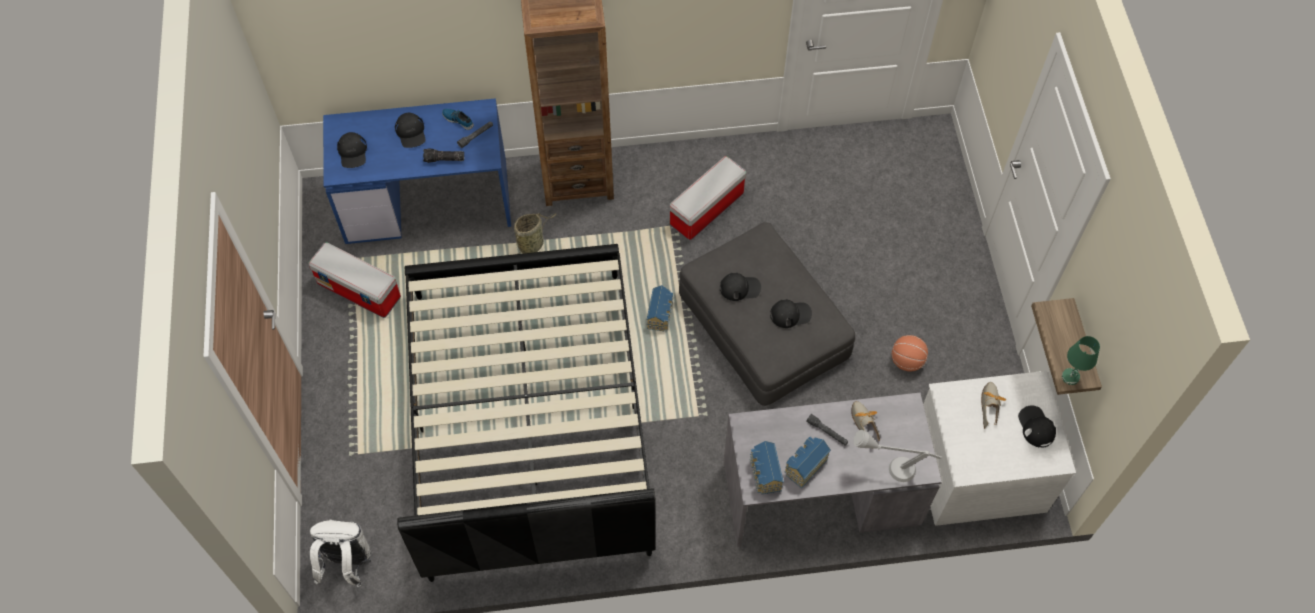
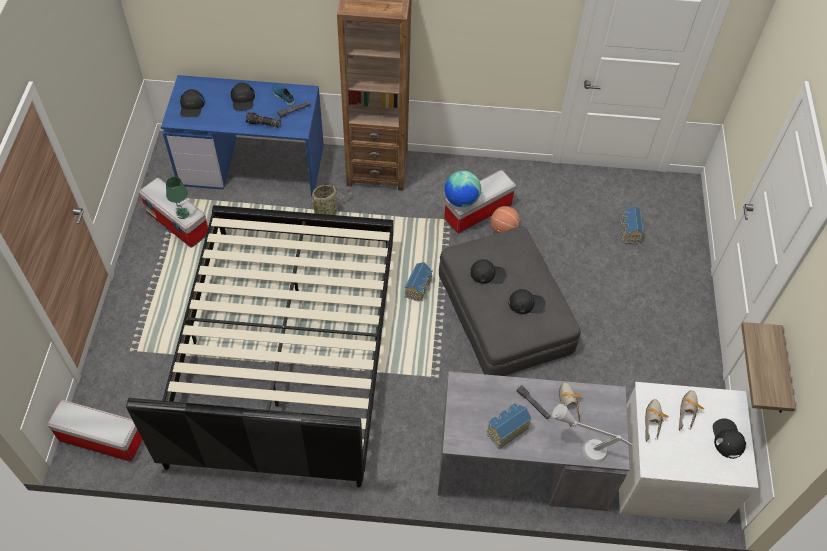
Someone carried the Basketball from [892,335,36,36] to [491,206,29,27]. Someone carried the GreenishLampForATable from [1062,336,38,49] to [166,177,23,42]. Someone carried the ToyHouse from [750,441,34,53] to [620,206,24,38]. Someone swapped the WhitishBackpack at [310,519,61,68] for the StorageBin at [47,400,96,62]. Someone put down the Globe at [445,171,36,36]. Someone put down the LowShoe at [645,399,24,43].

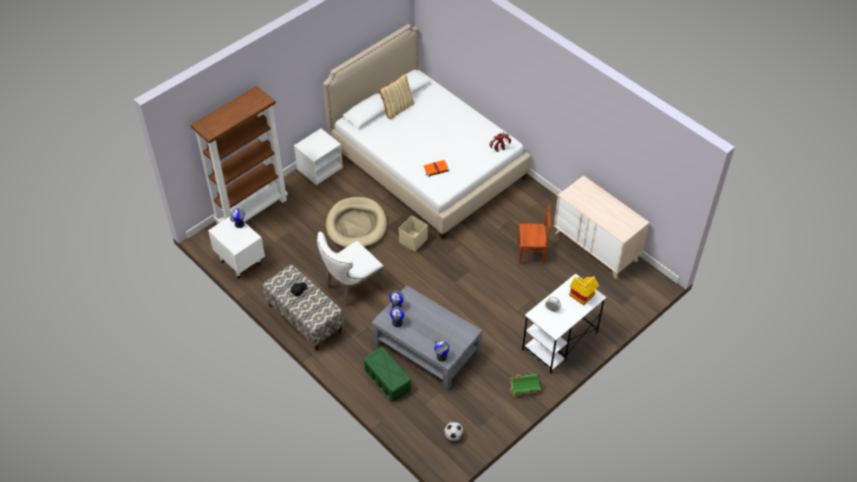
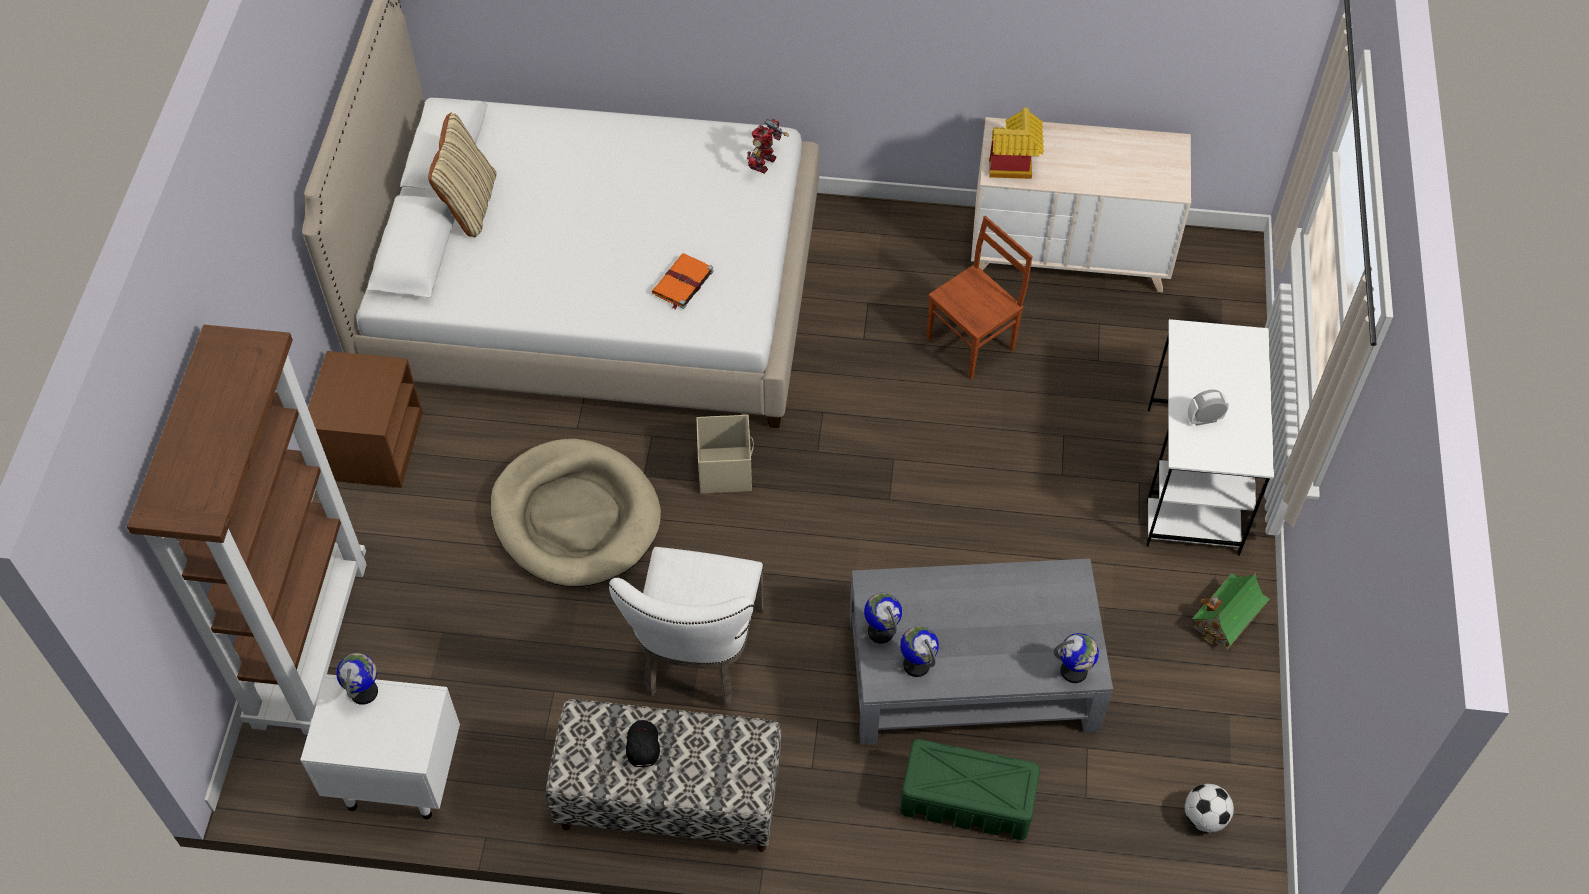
Someone repainted the WhitishNightTable at [294,129,49,56], which became the BrownishNightTable at [308,351,115,137]. Someone carried the ToyHouse from [569,276,30,29] to [989,108,55,71].

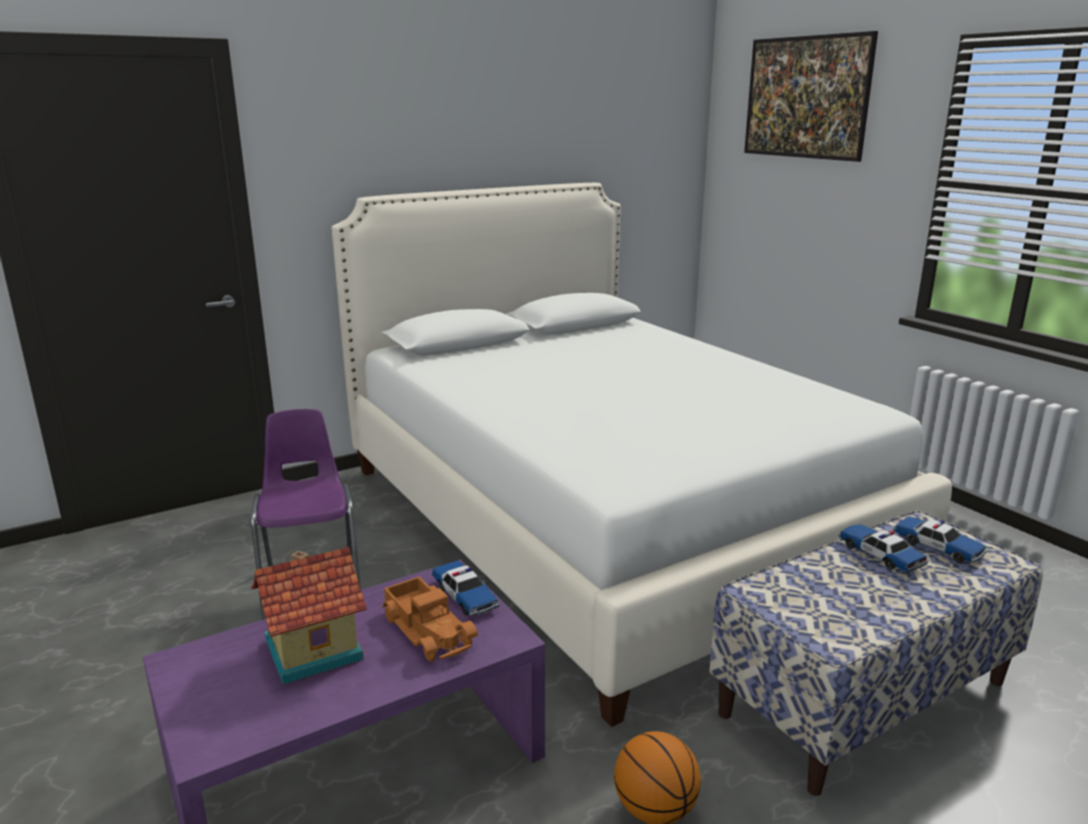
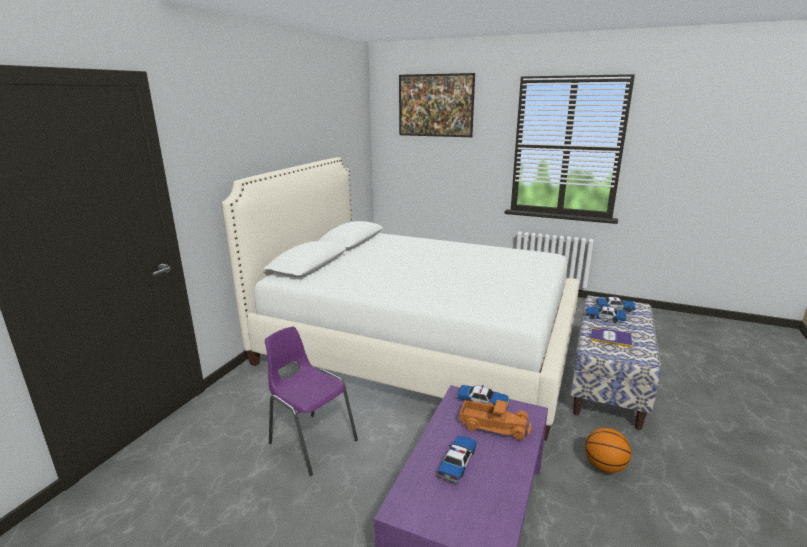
Someone swapped the ToyHouse at [251,547,116,137] for the ModelCar at [436,435,41,48]. Someone put down the Book at [590,327,43,21].

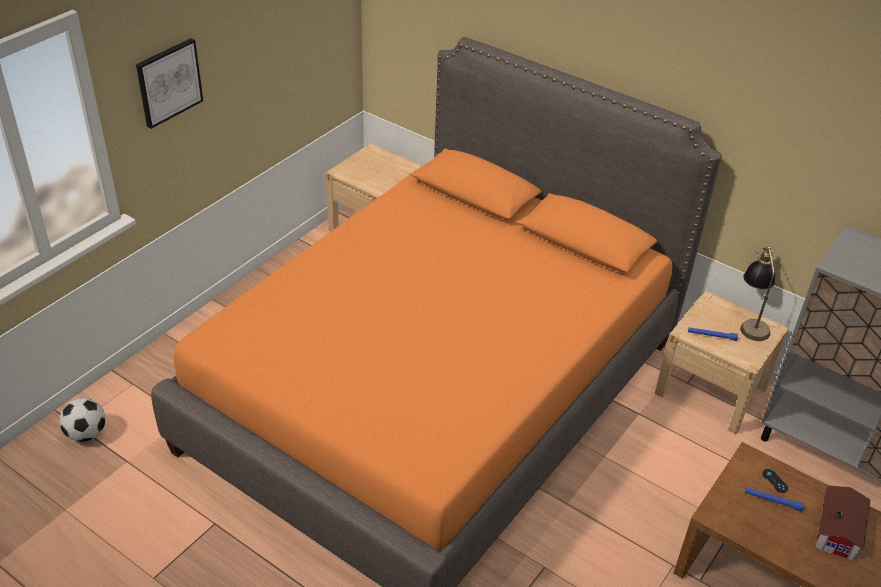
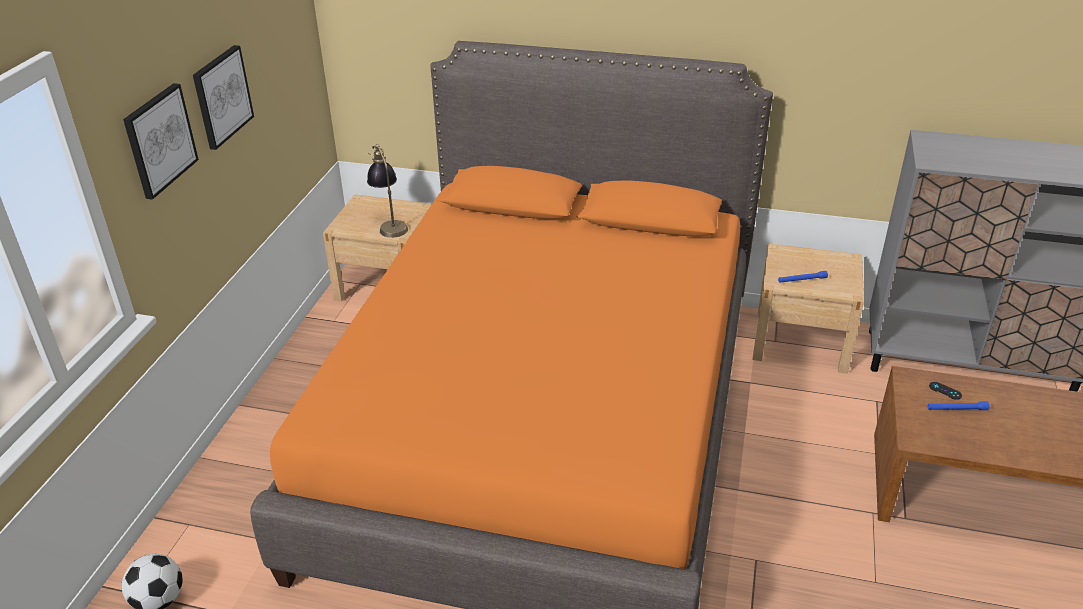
Someone carried the LampForATable from [740,246,35,95] to [367,144,41,94]. Someone took away the ToyHouse at [816,485,55,76]. Someone put up the WallArt at [193,45,61,105].

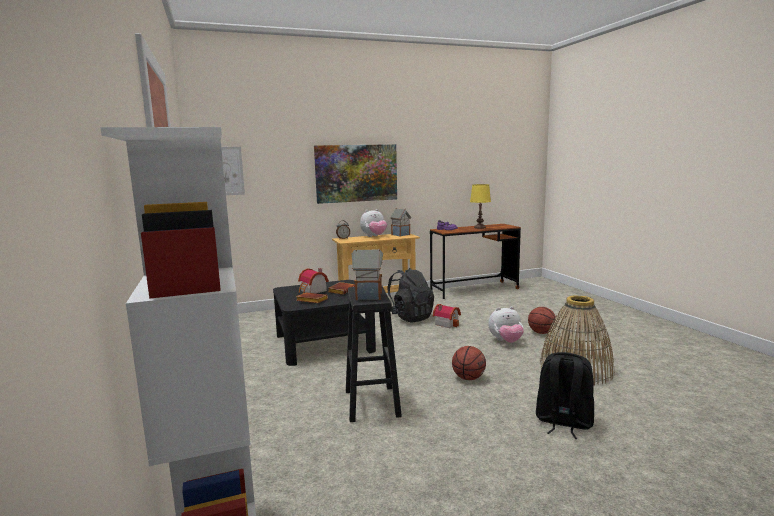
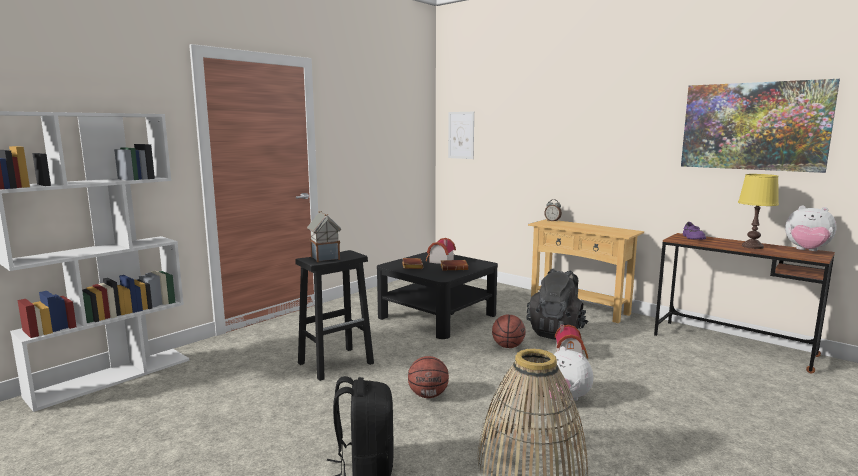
Someone carried the WallArt from [314,144,83,60] to [681,79,159,94]. Someone took away the ToyHouse at [390,208,21,29]. Someone carried the SoftToy from [360,209,27,28] to [785,205,52,46]. Someone carried the Basketball from [528,307,28,27] to [492,315,34,33].

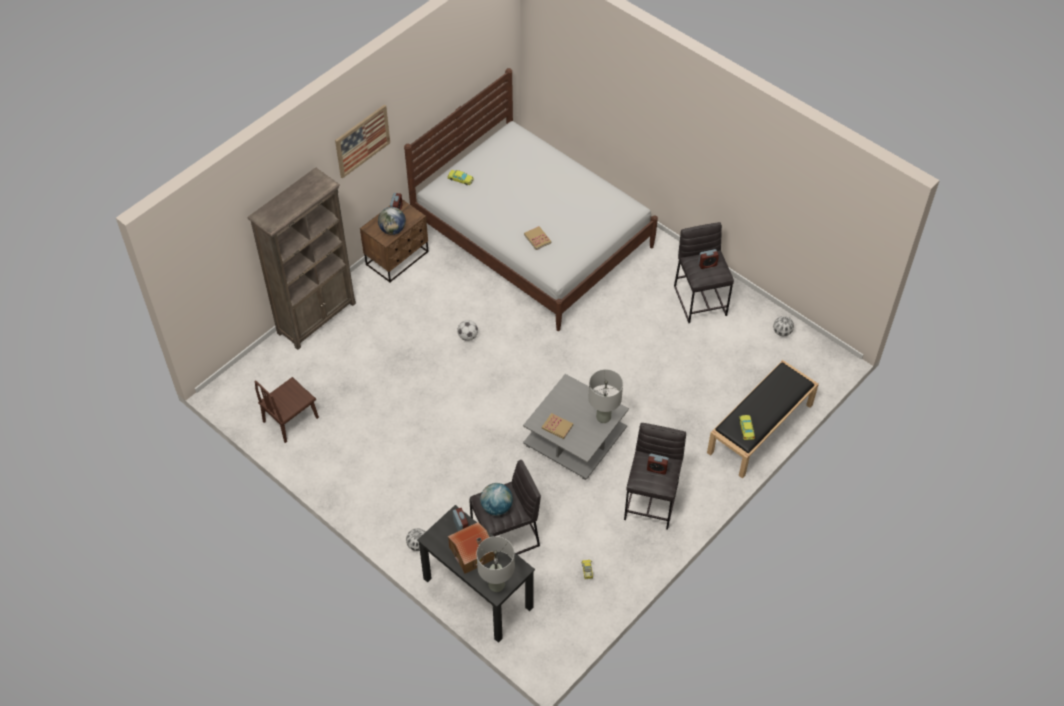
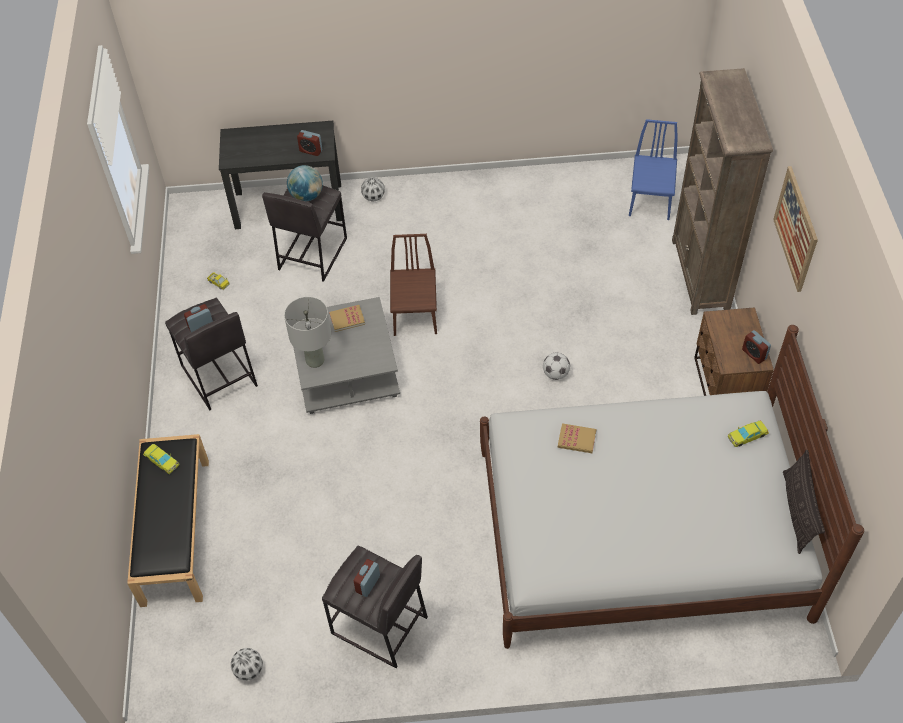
Someone took away the Globe at [378,207,28,28]. Someone carried the BrownishUprightChair from [254,377,65,66] to [390,234,47,102]. Someone took away the ToyHouse at [448,522,47,52]. Someone took away the GreyishLampForATable at [477,536,38,56]. Someone put down the BluishUprightChair at [629,119,49,101]. Someone put down the Cushion at [783,450,42,104].

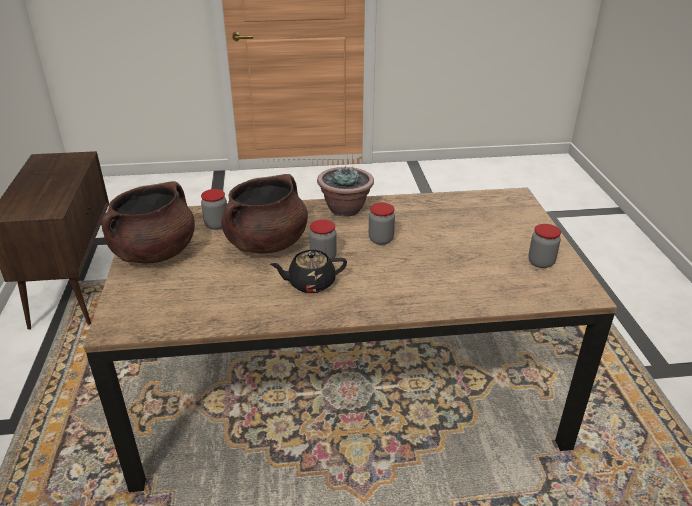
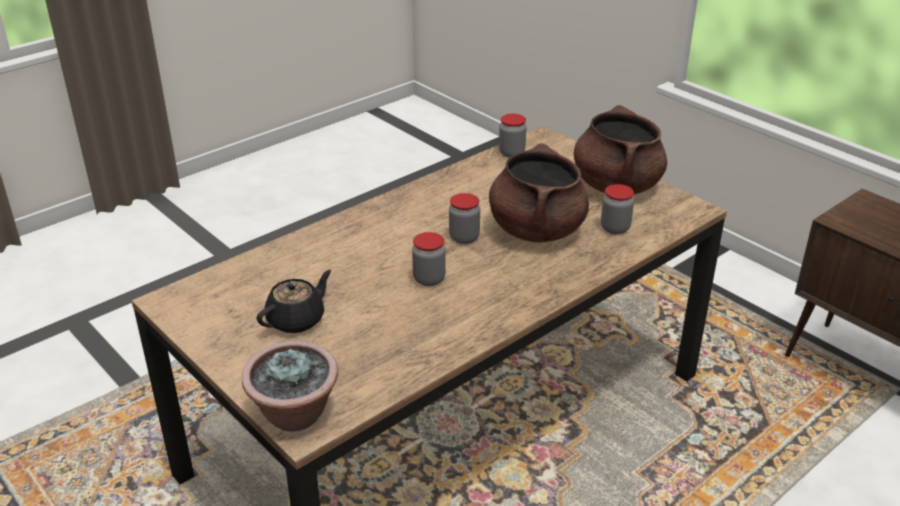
Someone carried the PottedPlant from [317,166,57,50] to [242,341,96,91]. Someone carried the PreserveJar from [529,224,32,44] to [499,114,28,44]. Someone carried the BlackTeaPot from [270,250,77,43] to [256,270,75,63].

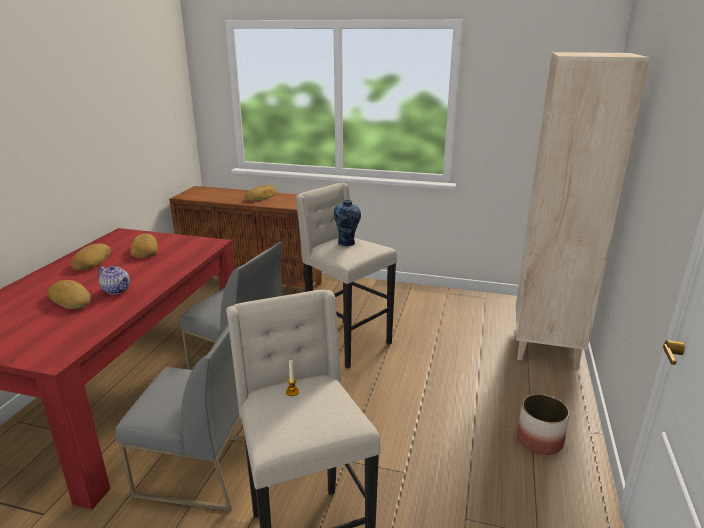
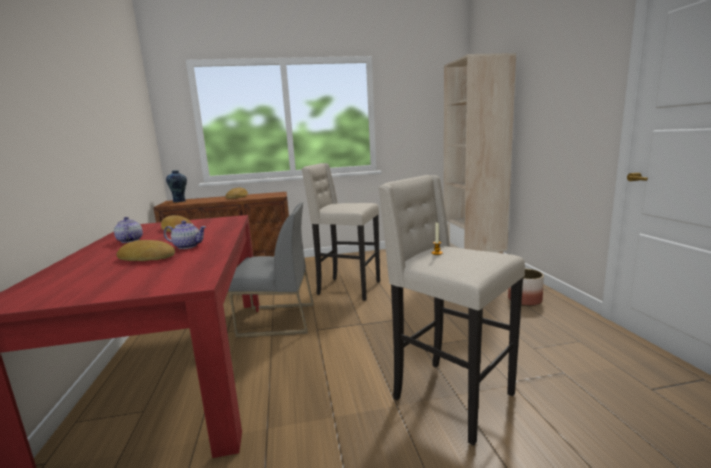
Someone carried the FlowerVase from [334,199,27,47] to [166,170,21,32]. Someone swapped the BakedBread at [71,244,40,26] for the TeaPot at [114,217,29,26]. Someone took away the GreyishUprightChair at [115,323,130,188].

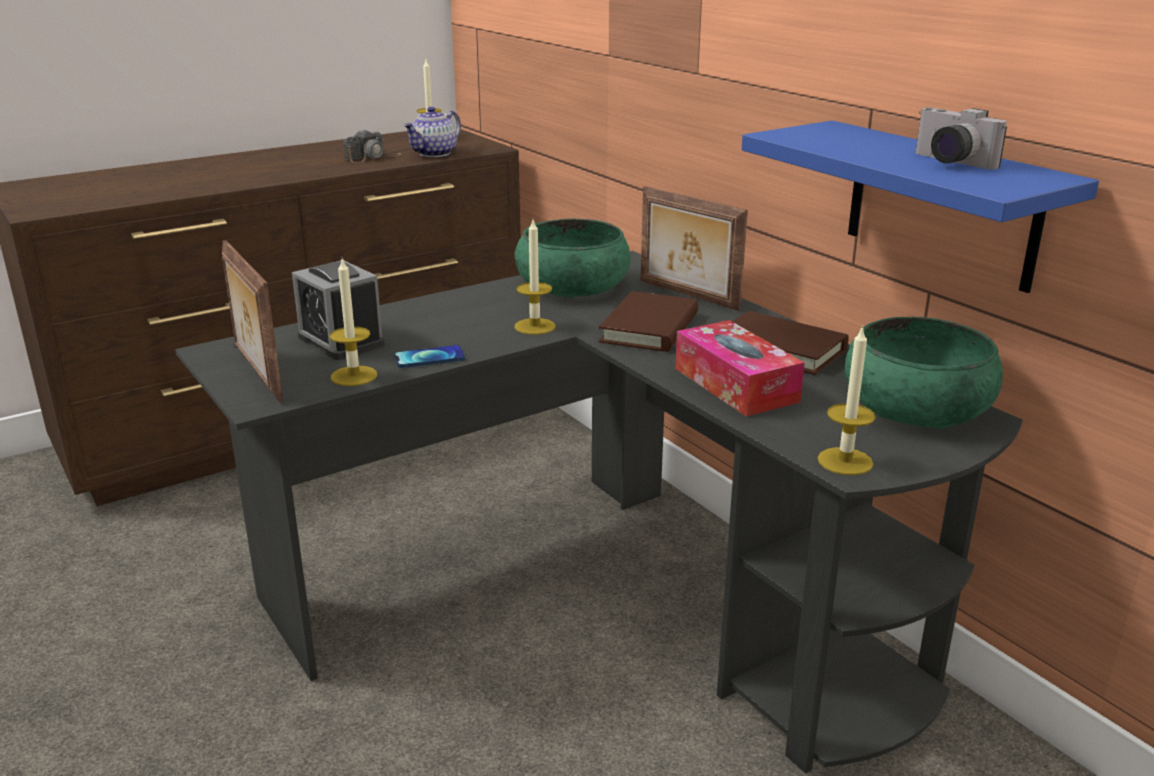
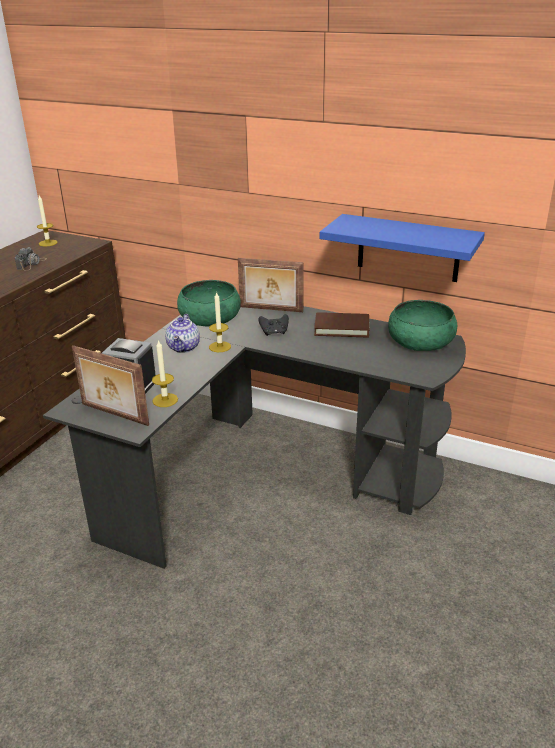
Someone carried the TeaPot from [403,107,58,50] to [165,314,35,39]. Someone took away the PhotoCamera at [916,108,91,61]. Someone swapped the BrownishBook at [599,291,99,61] for the BlackGameController at [258,314,31,22]. Someone took away the BoxOfTissues at [675,320,130,96]. Someone took away the Candle at [818,325,58,150]. Someone took away the Phone at [394,345,71,23].

